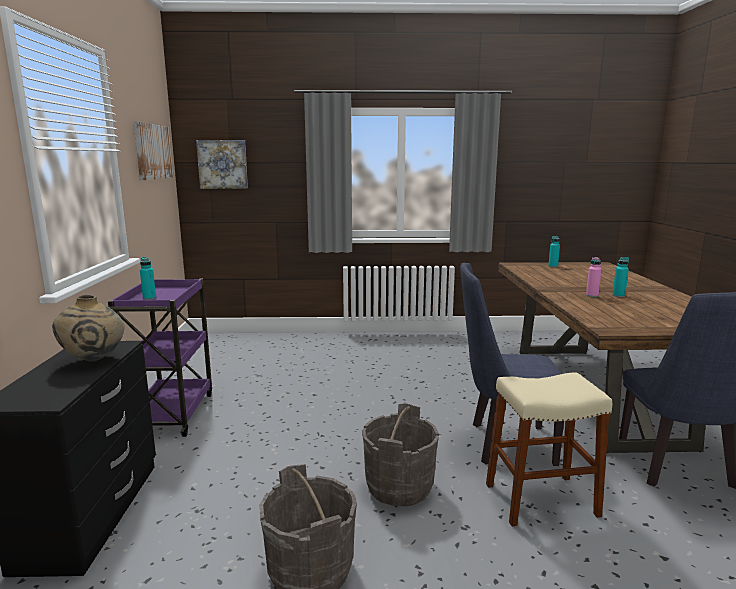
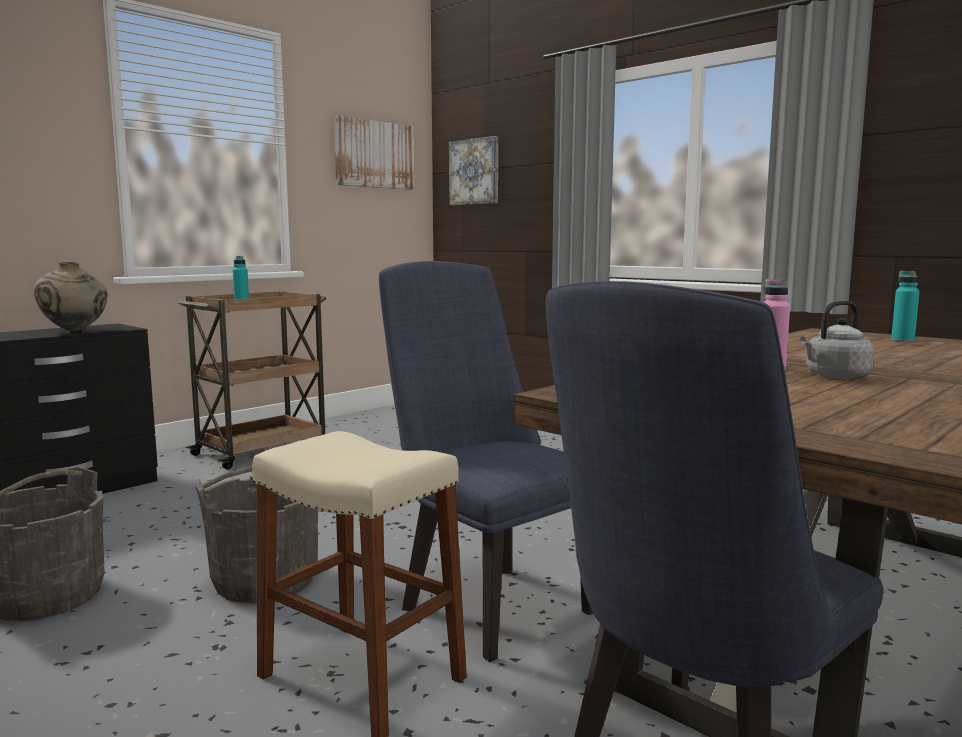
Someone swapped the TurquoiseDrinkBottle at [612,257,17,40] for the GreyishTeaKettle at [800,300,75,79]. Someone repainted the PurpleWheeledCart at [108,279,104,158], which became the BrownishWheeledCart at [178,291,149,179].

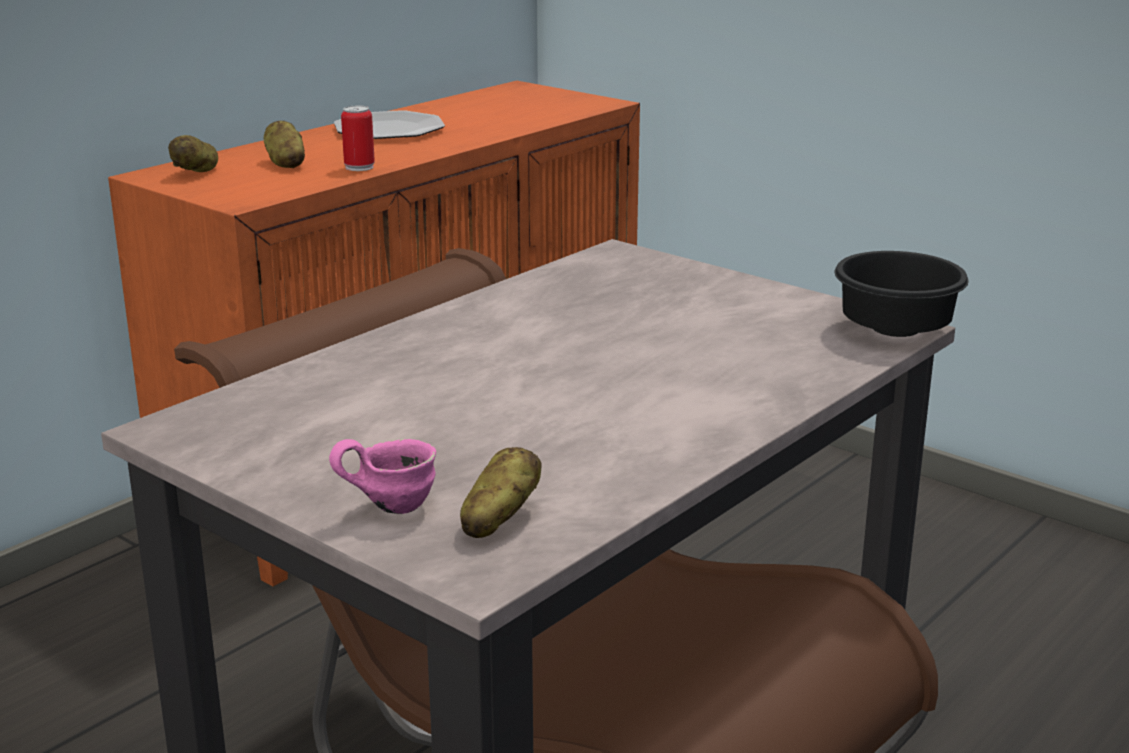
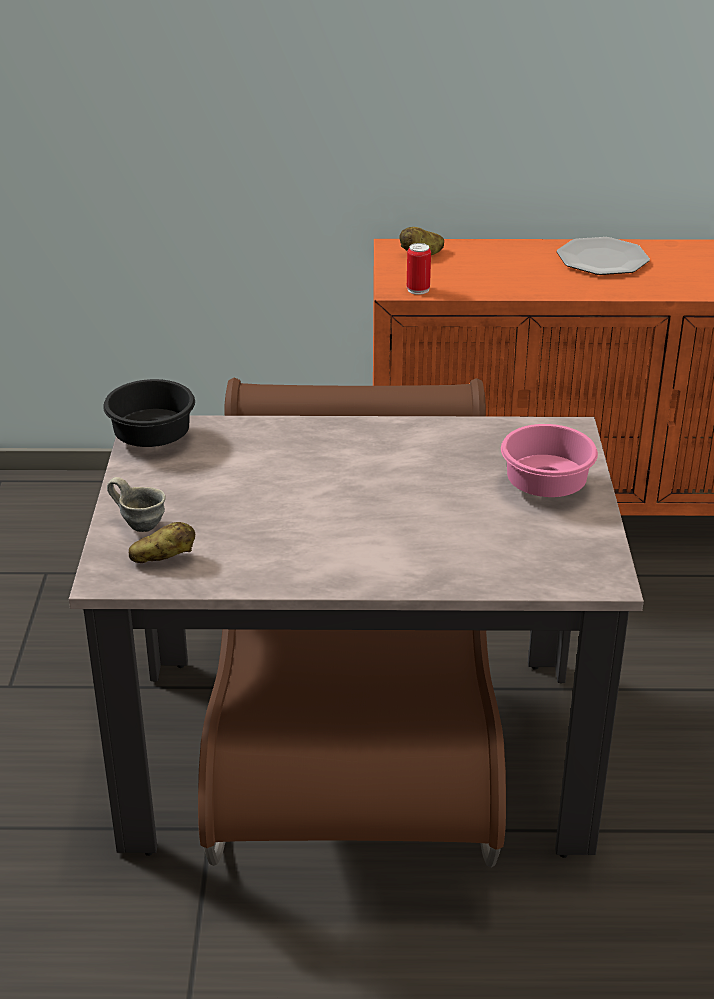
Someone carried the MetalCan from [341,106,34,65] to [407,243,24,52]. Someone took away the Spud at [264,121,41,47]. Someone carried the BlackDeepDish from [834,251,135,86] to [103,379,92,68]. Someone repainted the PinkishCoffeeMug at [329,439,107,75], which became the GreyishCoffeeMug at [107,477,59,55]. Someone put down the PinkishDeepDish at [501,424,97,73].

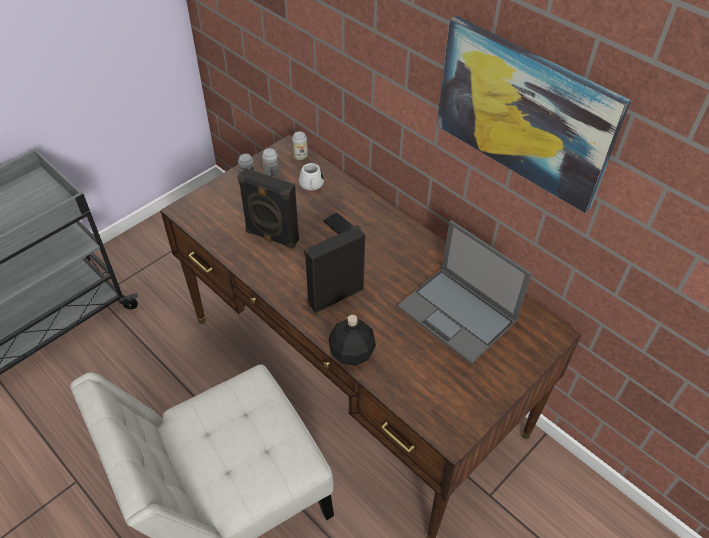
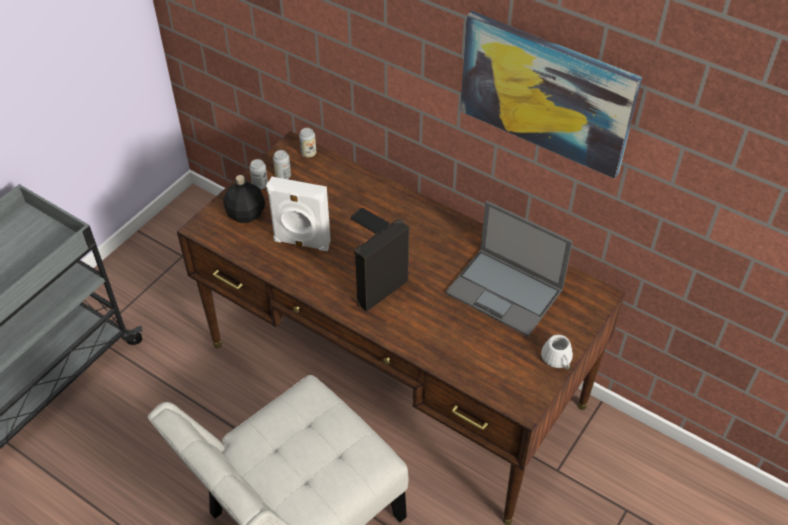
Someone carried the WhitishCoffeeMug from [299,163,25,27] to [541,334,32,35]. Someone repainted the BlackAudioSpeaker at [237,168,62,81], which became the WhitishAudioSpeaker at [266,177,65,74]. Someone carried the BlackDrinkBottle from [329,315,47,51] to [223,175,42,48].

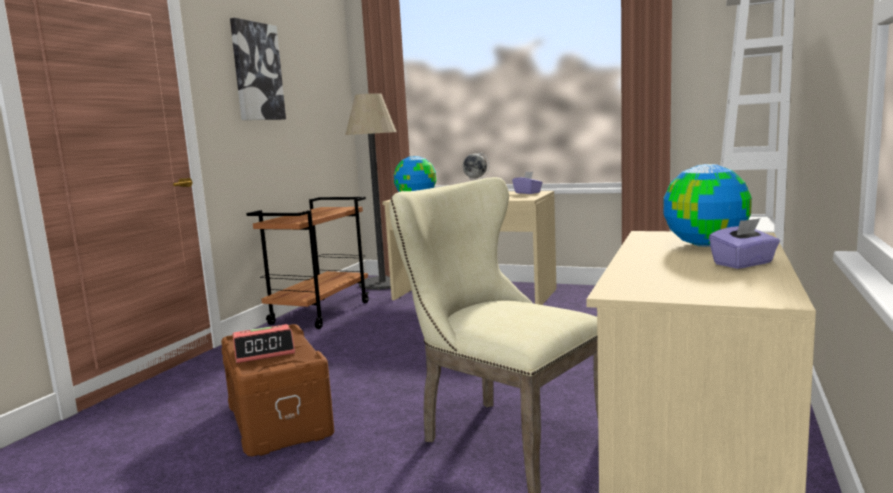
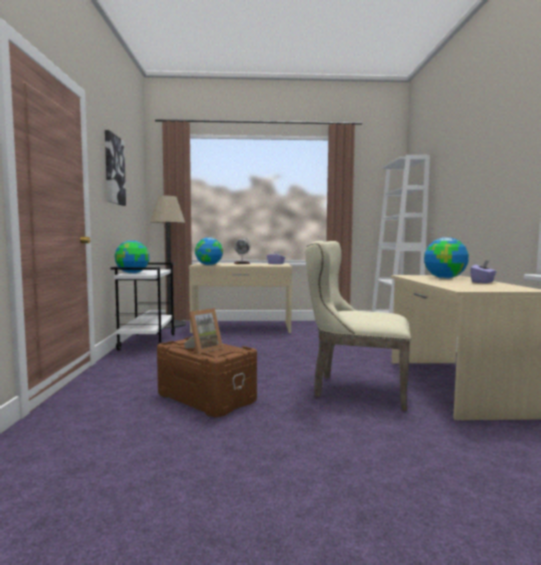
Someone repainted the BrownishWheeledCart at [246,197,123,132], which became the WhitishWheeledCart at [110,263,65,88]. Someone swapped the TableClock at [233,324,62,39] for the PhotoFrame at [184,308,39,46]. Someone put down the Globe at [115,241,34,33].

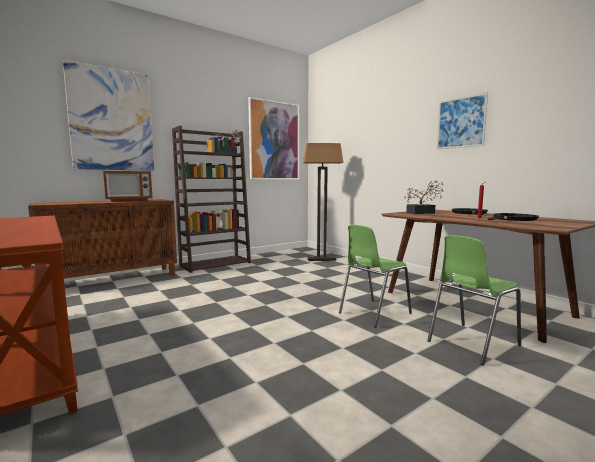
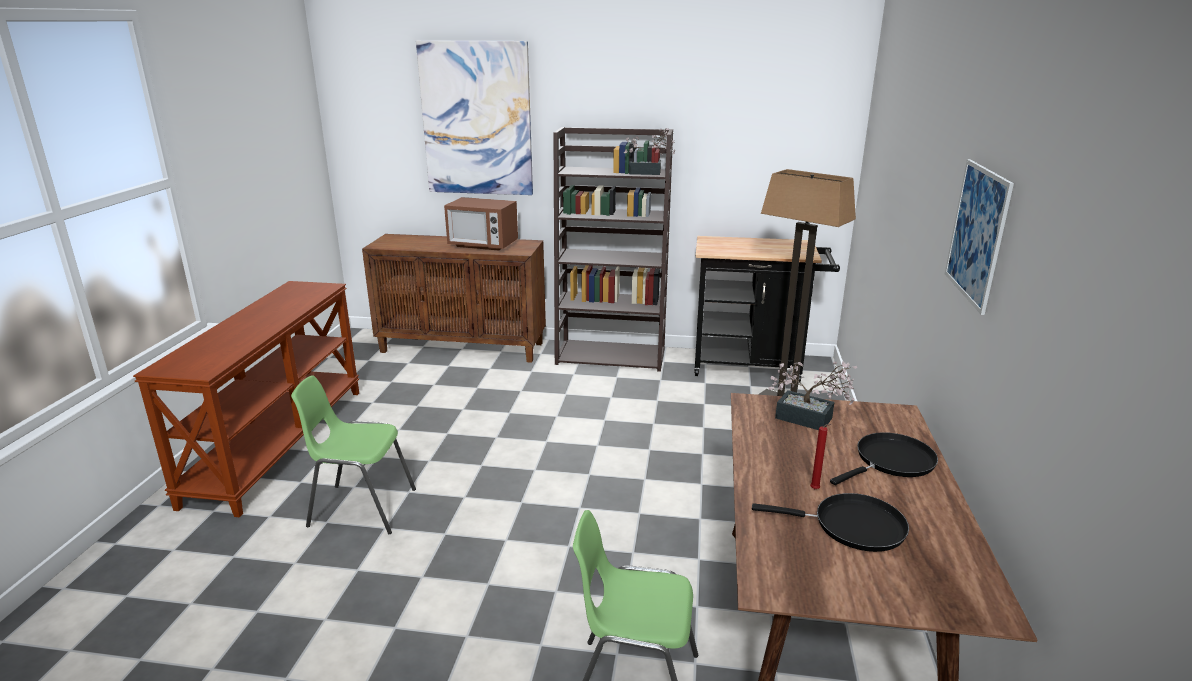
Someone took away the WallArt at [248,97,51,83]. Someone carried the GreenishUprightChair from [339,225,73,103] to [291,375,125,159]. Someone put down the BlackWheeledCart at [694,236,146,147].

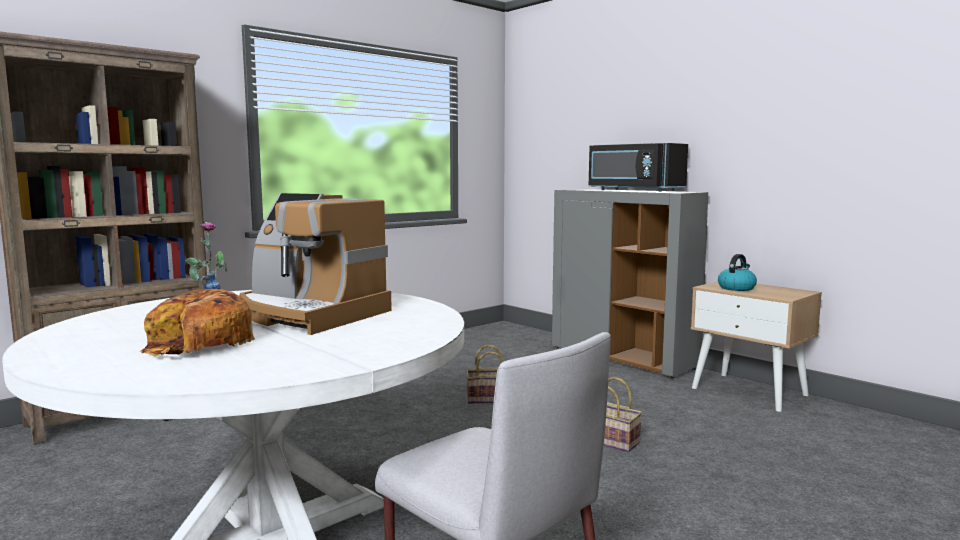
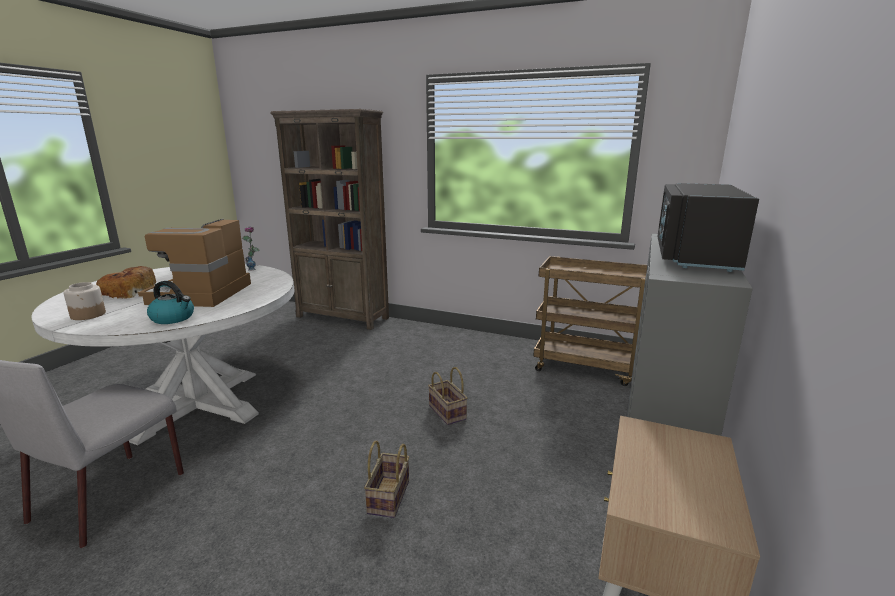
Someone carried the TeaKettle from [718,254,39,37] to [147,281,47,43]. Someone put down the BrownishWheeledCart at [533,256,114,130]. Someone put down the PreserveJar at [63,282,43,38].

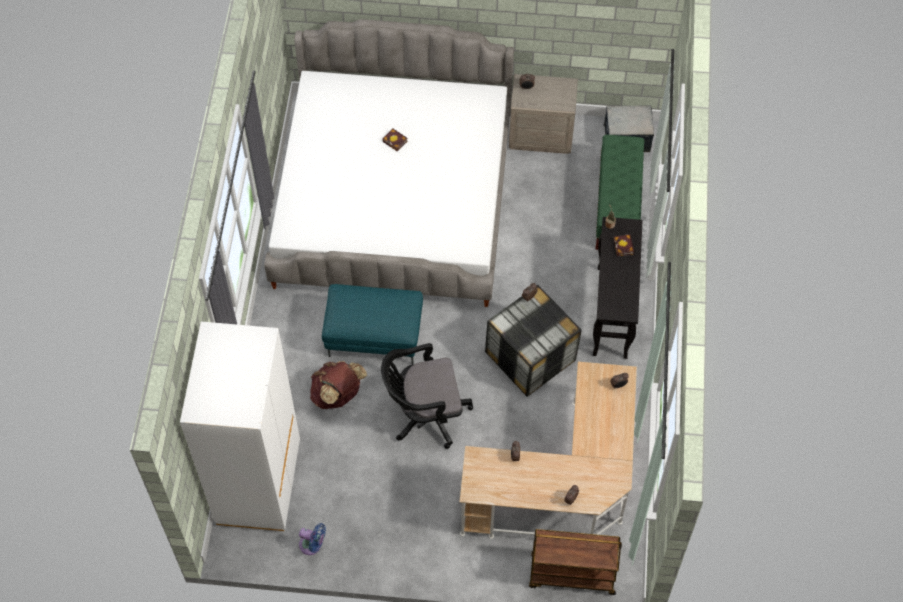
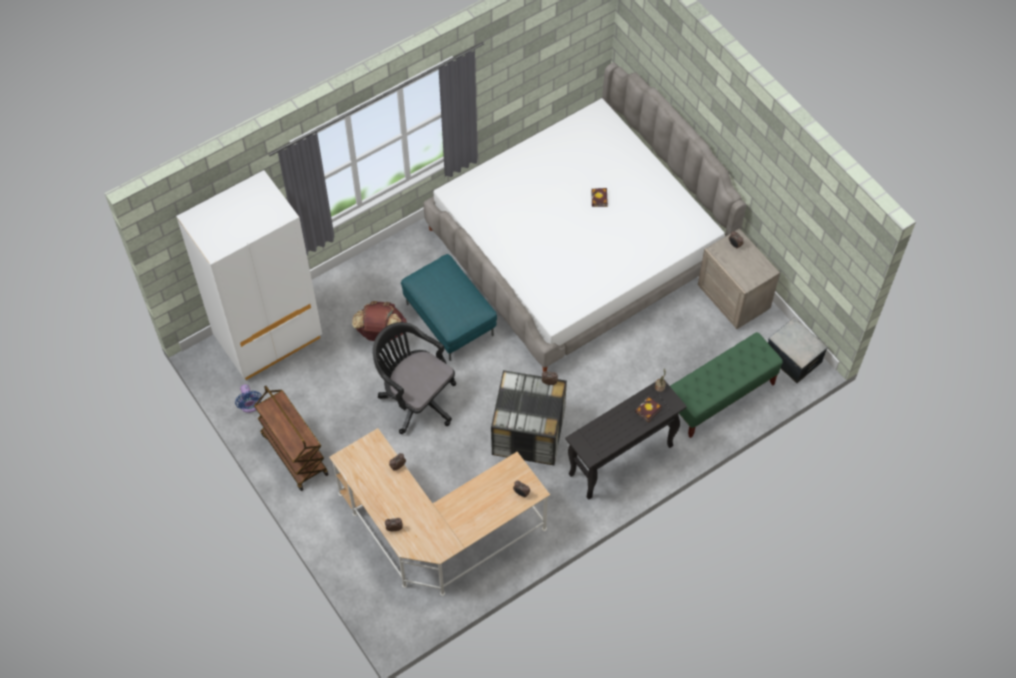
Someone carried the BrownishWheeledCart from [529,529,93,66] to [254,386,75,105].

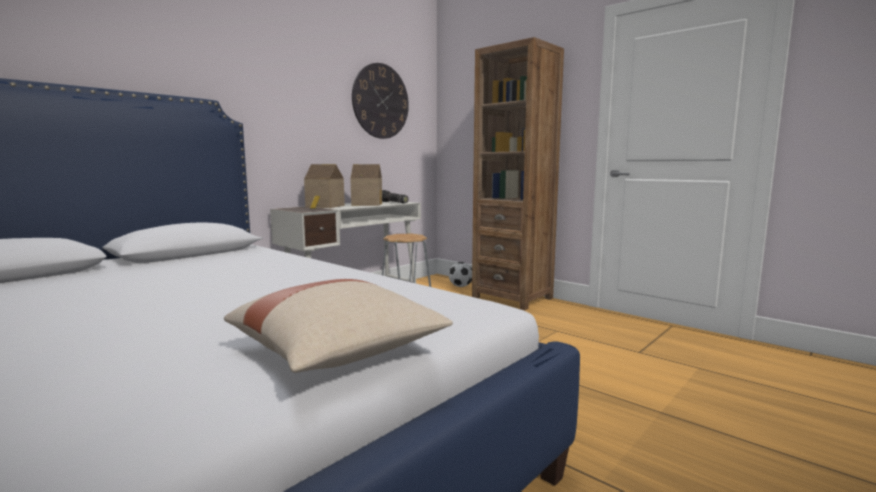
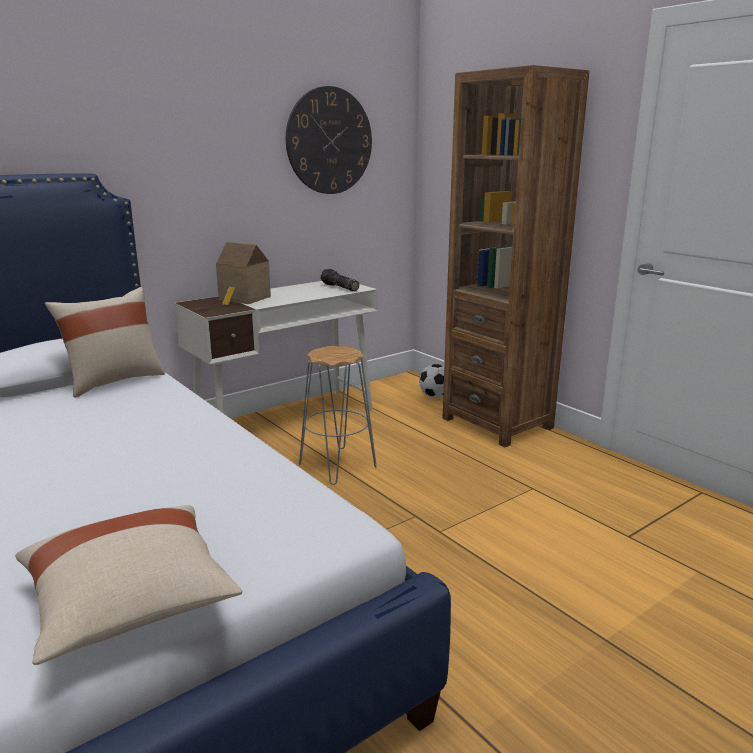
Someone took away the ToyHouse at [350,164,32,42]. Someone put down the BeigeColouredCushion at [45,287,120,111].

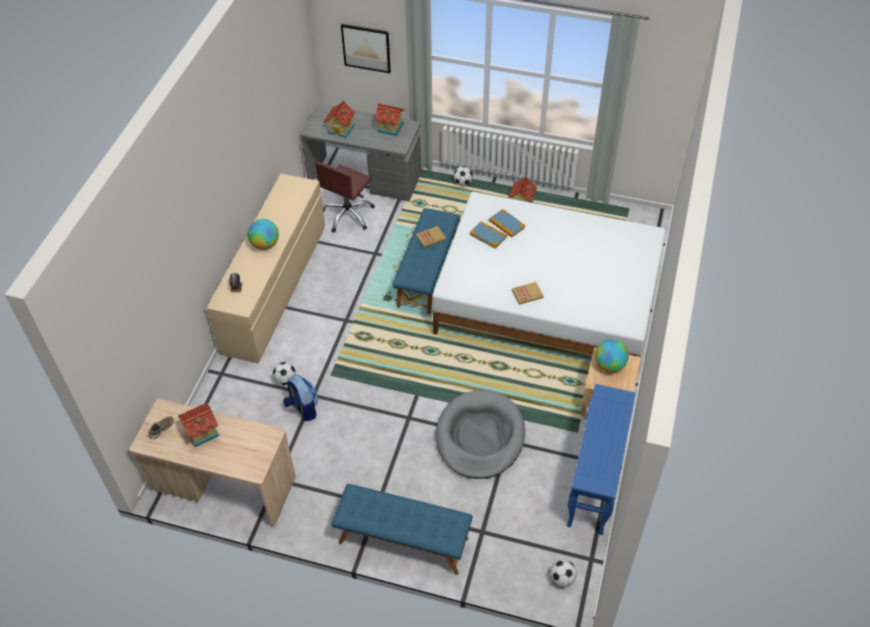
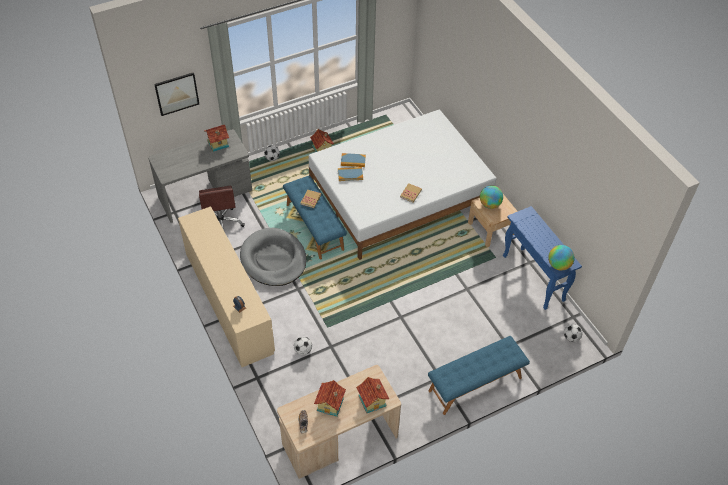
Someone carried the ToyHouse from [324,100,31,38] to [356,377,33,36]. Someone carried the Globe from [248,219,31,31] to [548,245,27,26]. Someone took away the Backpack at [283,375,35,46]. Someone carried the GreyishPetBed from [436,390,89,89] to [240,228,67,58].

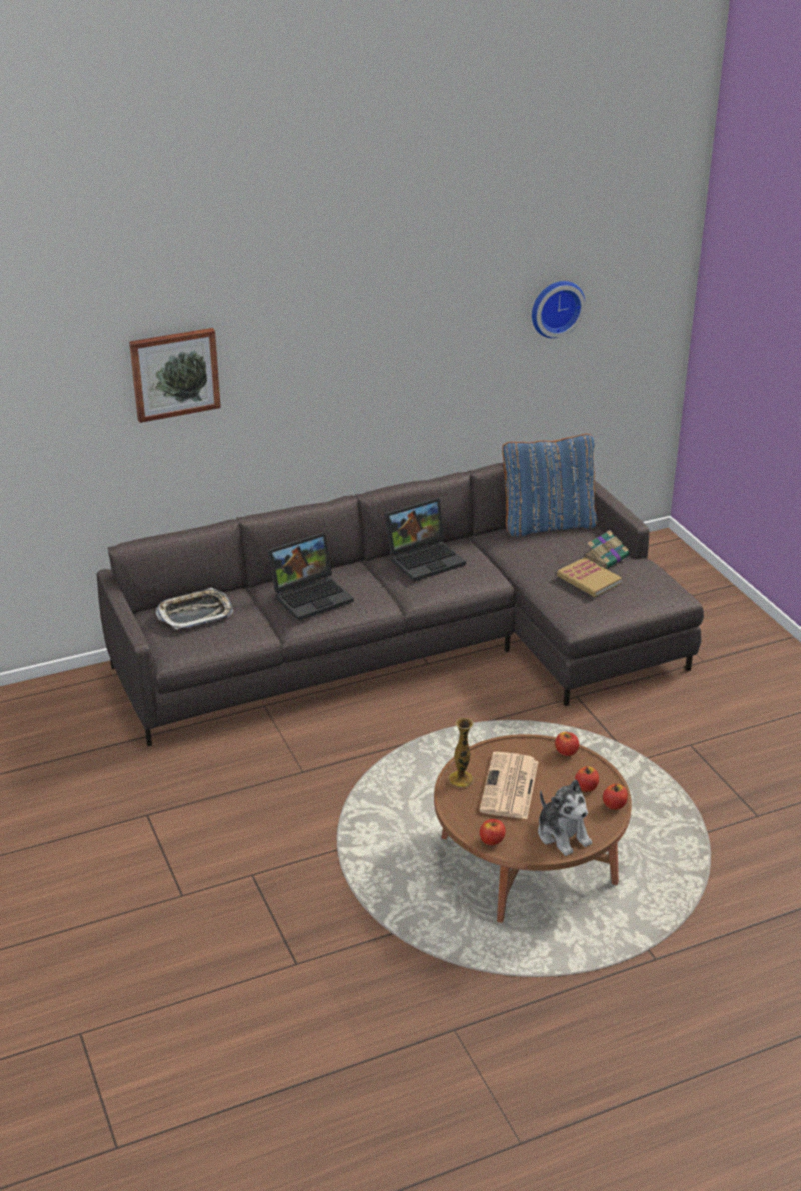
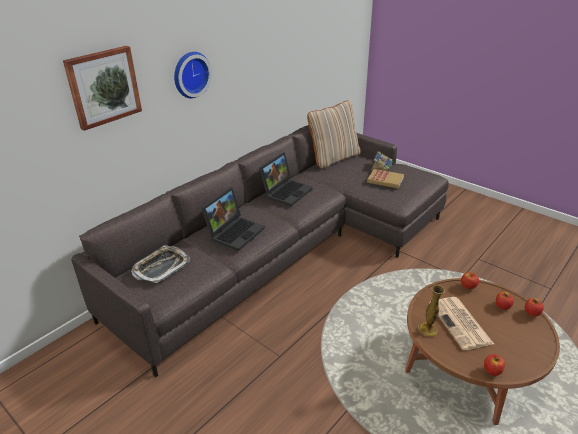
Someone carried the ClockOnTheWall from [532,281,53,57] to [174,52,38,46]. Someone repainted the BluishCushion at [502,434,96,103], which became the BeigeColouredCushion at [307,100,54,69]. Someone took away the SoftToy at [538,780,54,76].

